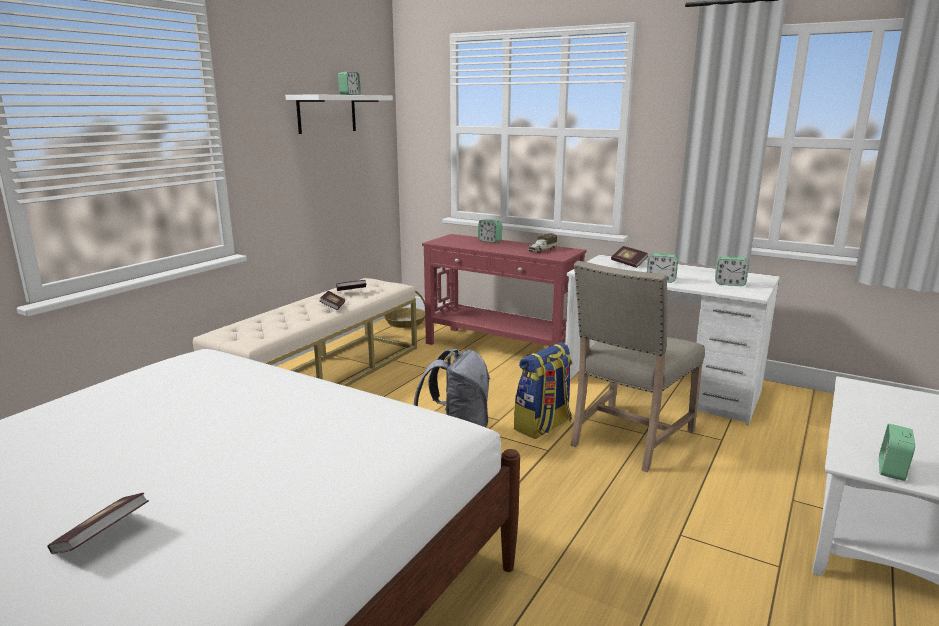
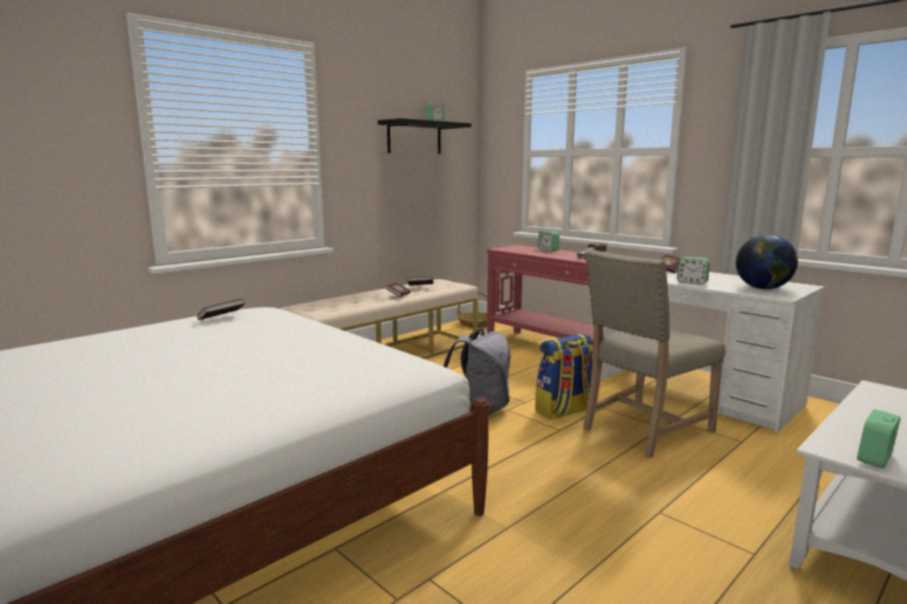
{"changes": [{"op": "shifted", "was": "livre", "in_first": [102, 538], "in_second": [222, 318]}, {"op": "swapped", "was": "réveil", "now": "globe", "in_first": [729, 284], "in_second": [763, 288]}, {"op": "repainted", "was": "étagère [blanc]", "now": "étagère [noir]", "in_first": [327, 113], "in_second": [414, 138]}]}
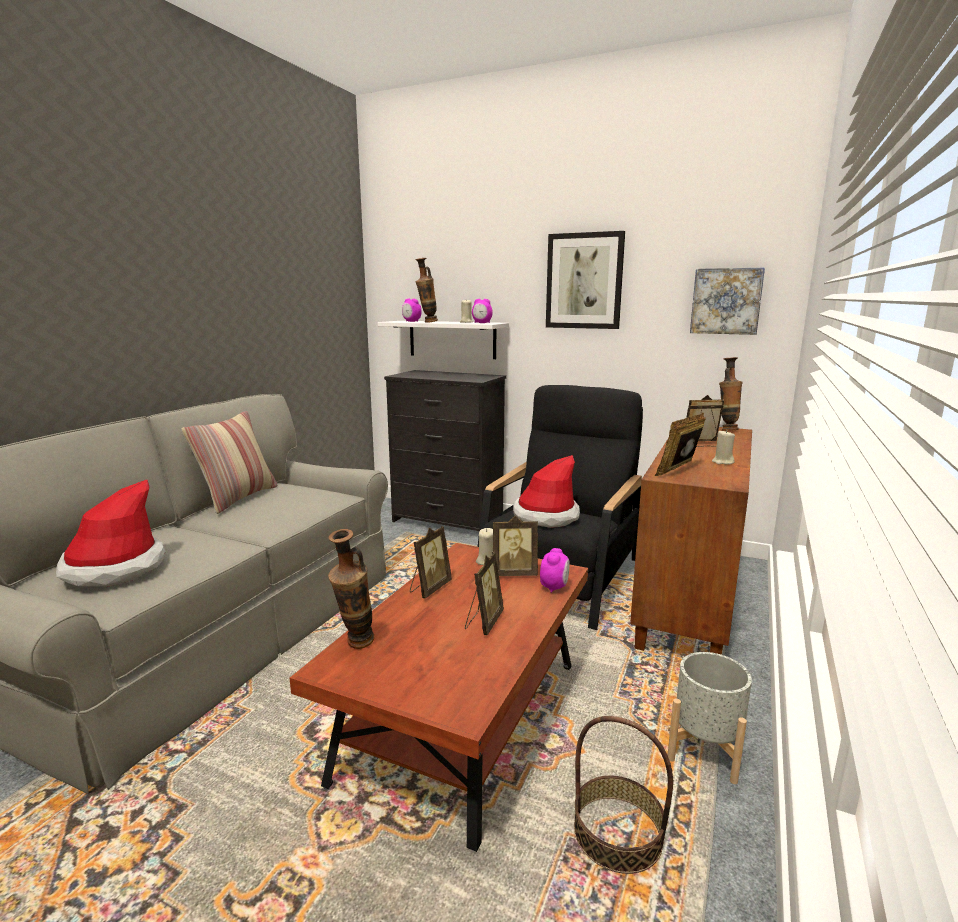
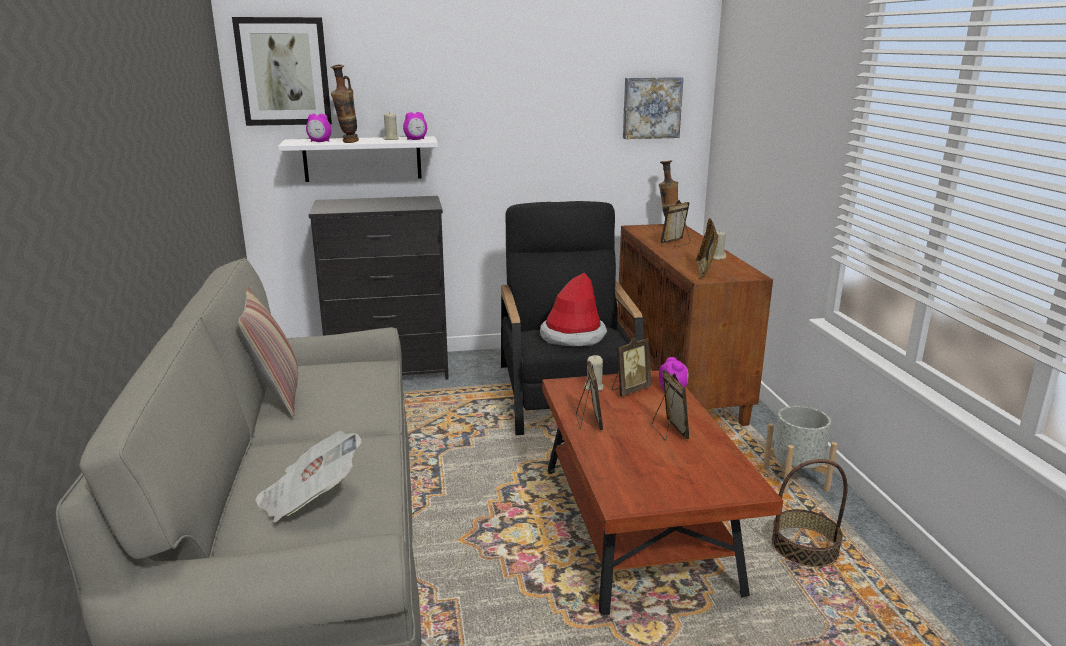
{"changes": [{"op": "gone", "was": "vase", "in_first": [355, 646]}, {"op": "shifted", "was": "tableau", "in_first": [584, 281], "in_second": [284, 72]}, {"op": "swapped", "was": "chapeau", "now": "journal", "in_first": [114, 568], "in_second": [310, 499]}]}
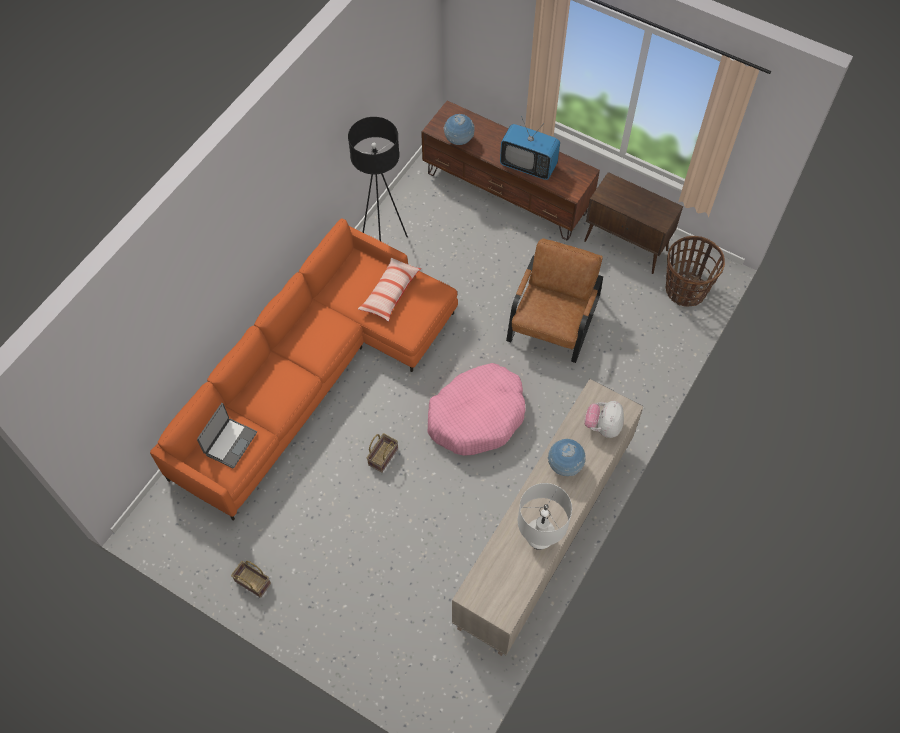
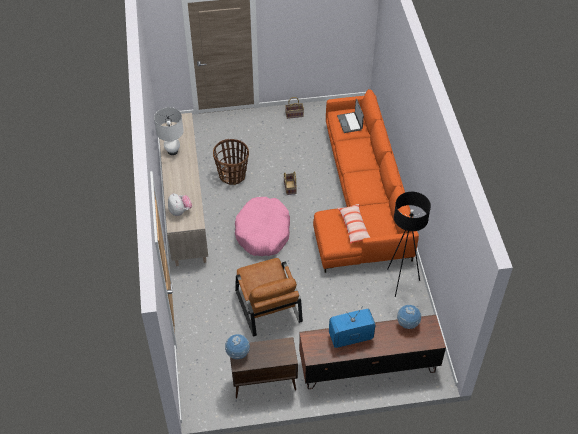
{"changes": [{"op": "shifted", "was": "globe", "in_first": [564, 466], "in_second": [238, 354]}, {"op": "shifted", "was": "panier", "in_first": [685, 290], "in_second": [232, 175]}]}
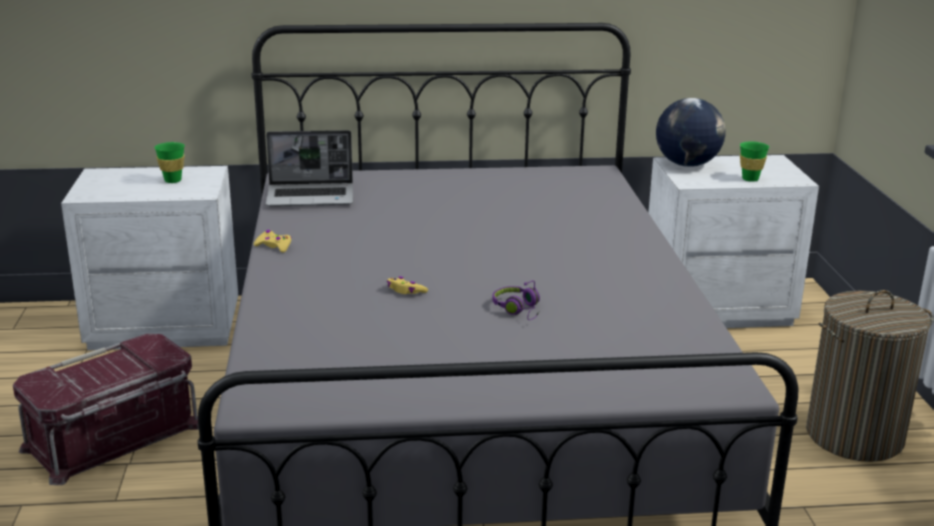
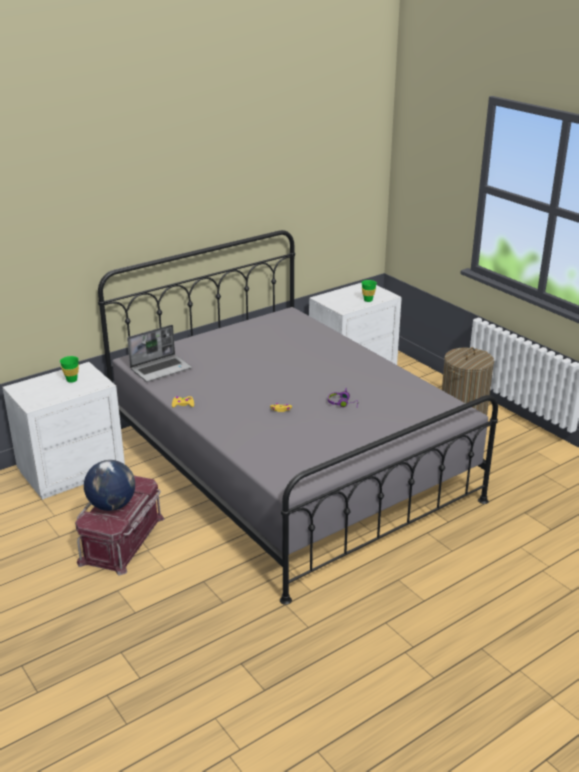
{"changes": [{"op": "shifted", "was": "globe", "in_first": [687, 164], "in_second": [112, 505]}]}
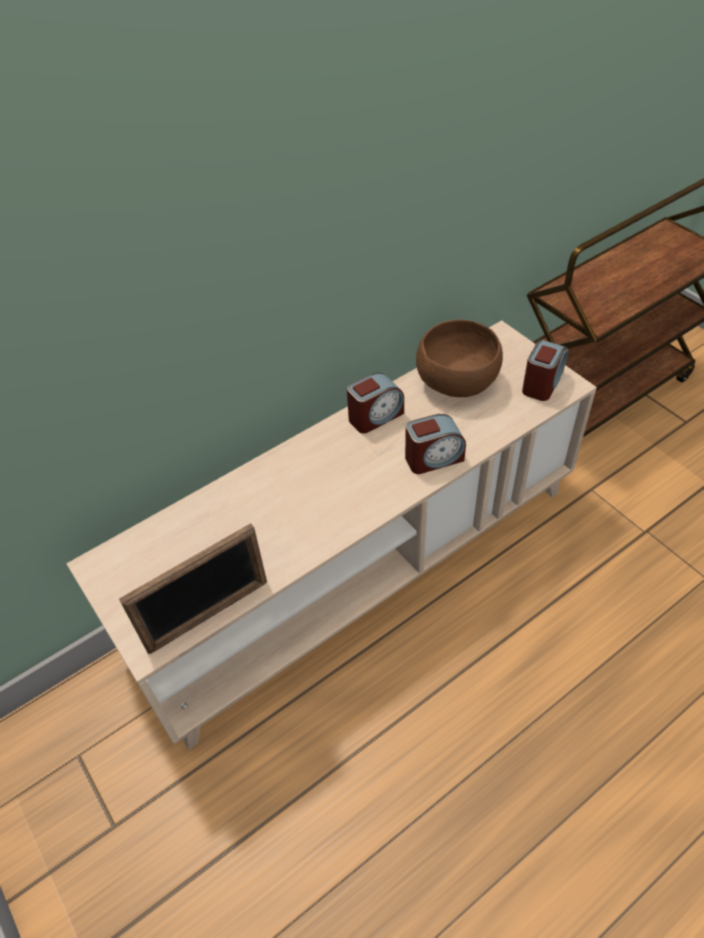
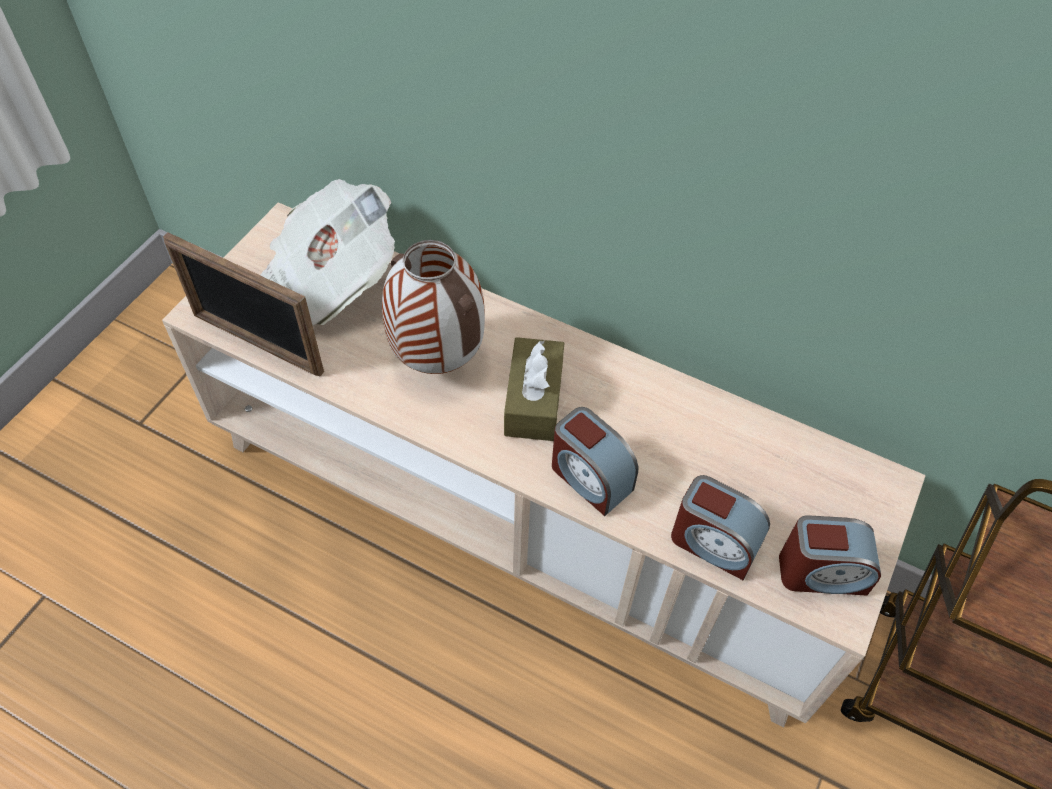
{"changes": [{"op": "gone", "was": "bol [marron]", "in_first": [456, 382]}, {"op": "new", "now": "journal", "in_second": [325, 284]}, {"op": "new", "now": "vase", "in_second": [436, 361]}, {"op": "new", "now": "boîte à mouchoirs [marron]", "in_second": [533, 400]}, {"op": "shifted", "was": "réveil", "in_first": [375, 416], "in_second": [713, 543]}]}
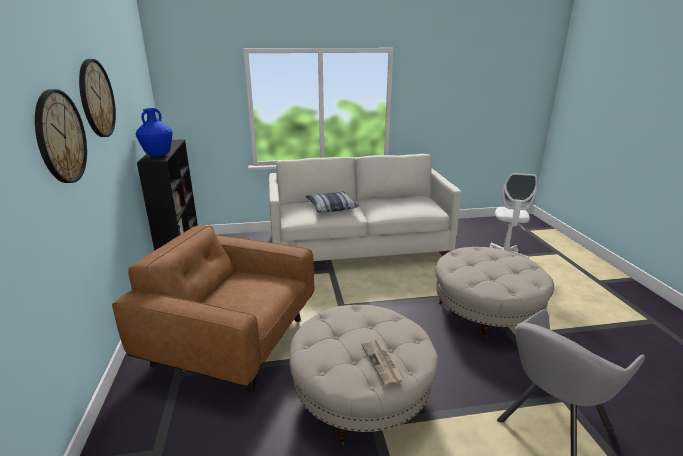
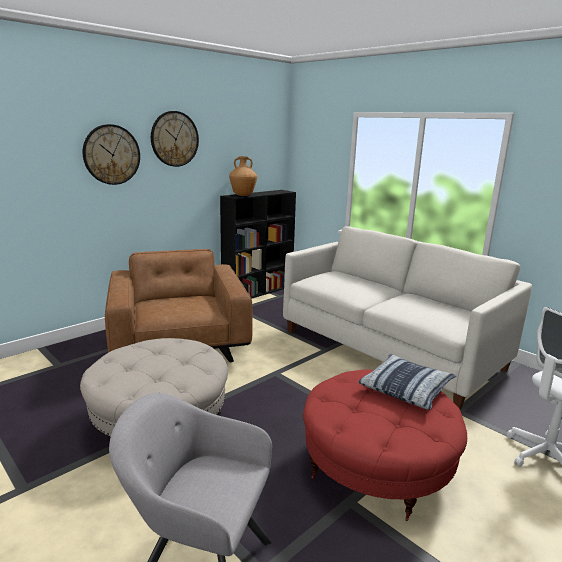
{"changes": [{"op": "gone", "was": "journal", "in_first": [382, 363]}, {"op": "shifted", "was": "coussin", "in_first": [331, 207], "in_second": [406, 388]}, {"op": "repainted", "was": "vase [bleu]", "now": "vase [marron]", "in_first": [158, 155], "in_second": [243, 195]}, {"op": "repainted", "was": "pouf [beige]", "now": "pouf [rouge]", "in_first": [486, 313], "in_second": [376, 467]}]}
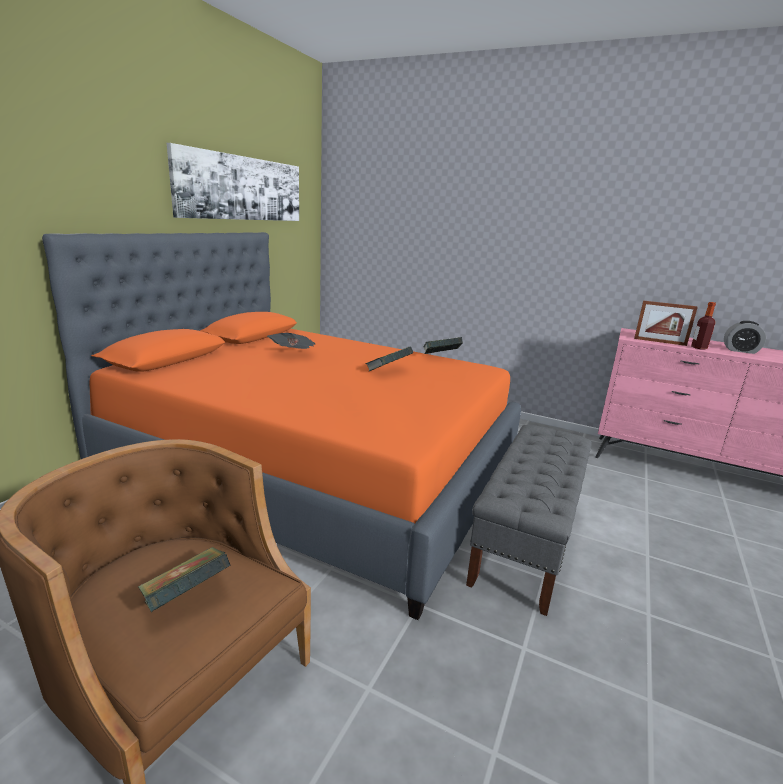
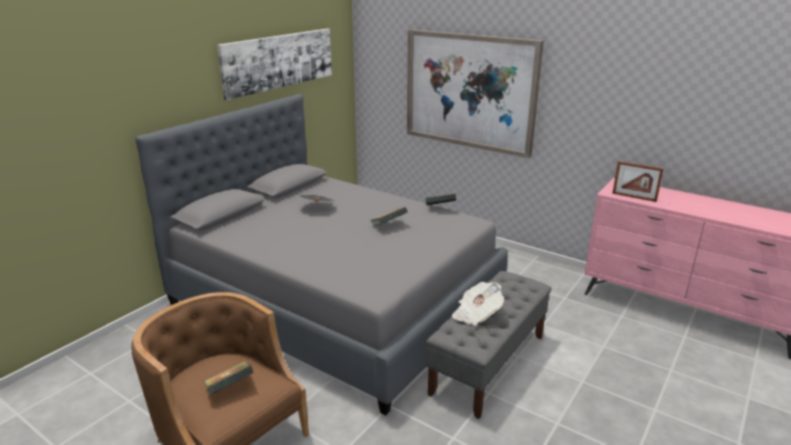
{"changes": [{"op": "gone", "was": "bouteille", "in_first": [699, 348]}, {"op": "gone", "was": "réveil", "in_first": [740, 351]}, {"op": "new", "now": "tableau", "in_second": [470, 91]}, {"op": "new", "now": "journal", "in_second": [476, 314]}, {"op": "repainted", "was": "lit [orange]", "now": "lit [gris]", "in_first": [315, 471], "in_second": [336, 301]}]}
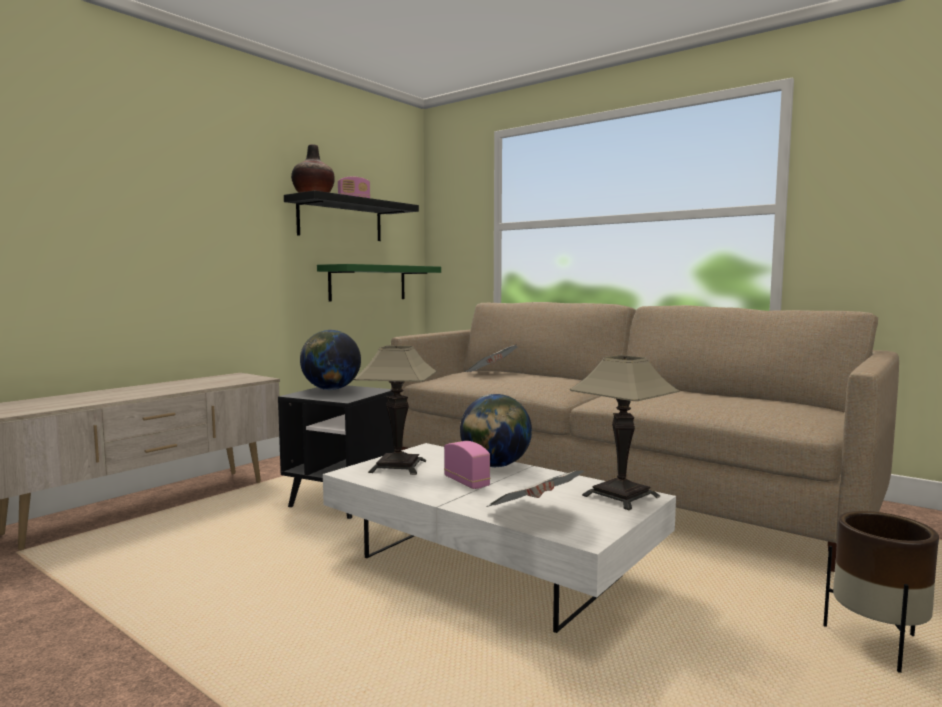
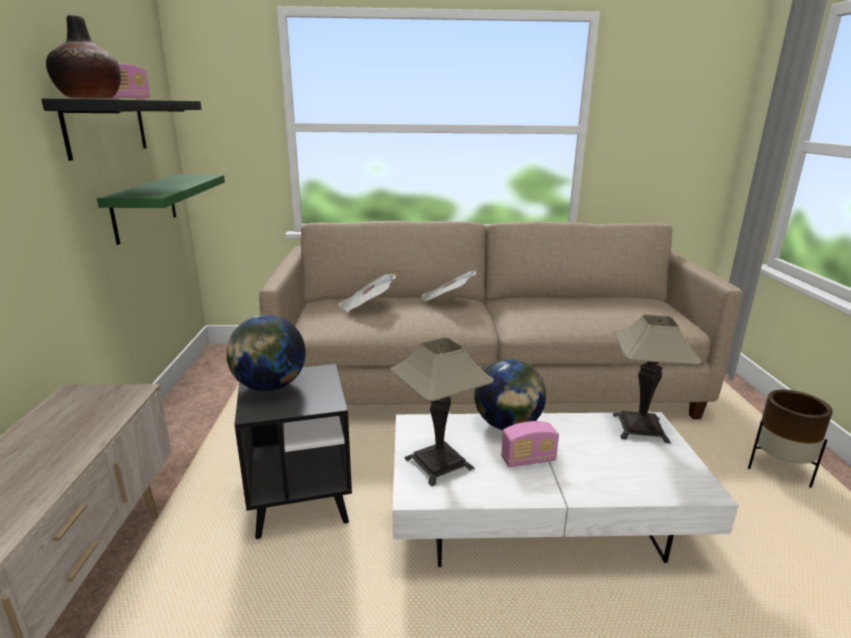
{"changes": [{"op": "shifted", "was": "journal", "in_first": [533, 514], "in_second": [446, 301]}, {"op": "rotated", "was": "radio", "in_first": [466, 482], "in_second": [528, 460], "clockwise": 150}]}
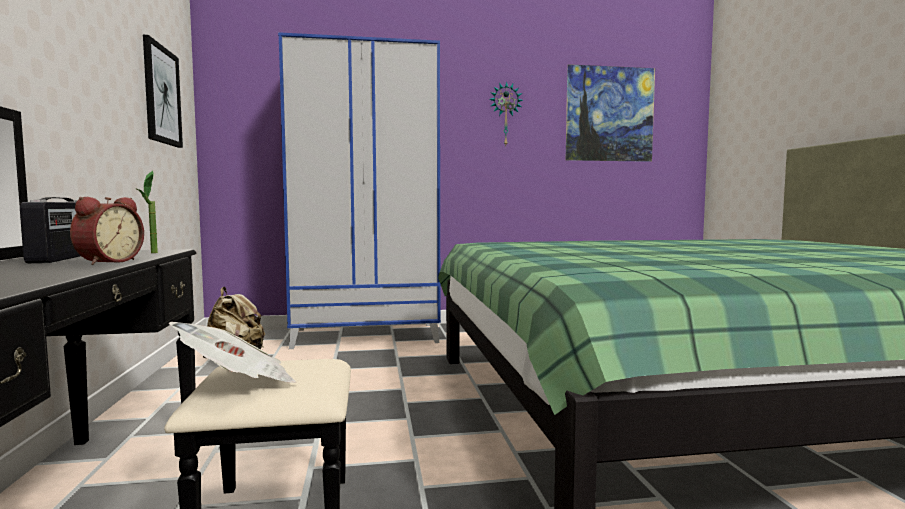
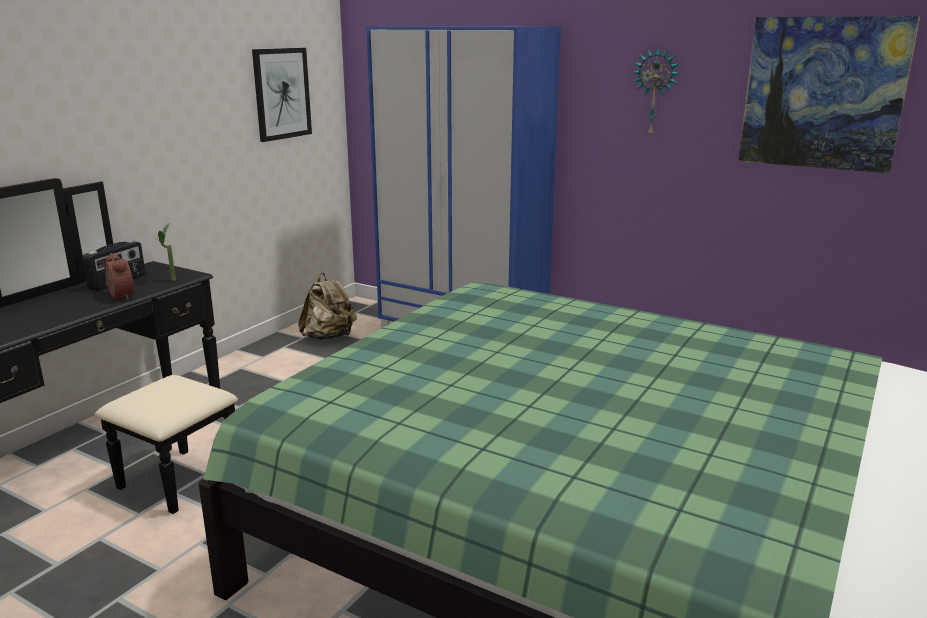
{"changes": [{"op": "gone", "was": "journal", "in_first": [238, 382]}, {"op": "rotated", "was": "réveil", "in_first": [107, 262], "in_second": [119, 296], "clockwise": -90}]}
